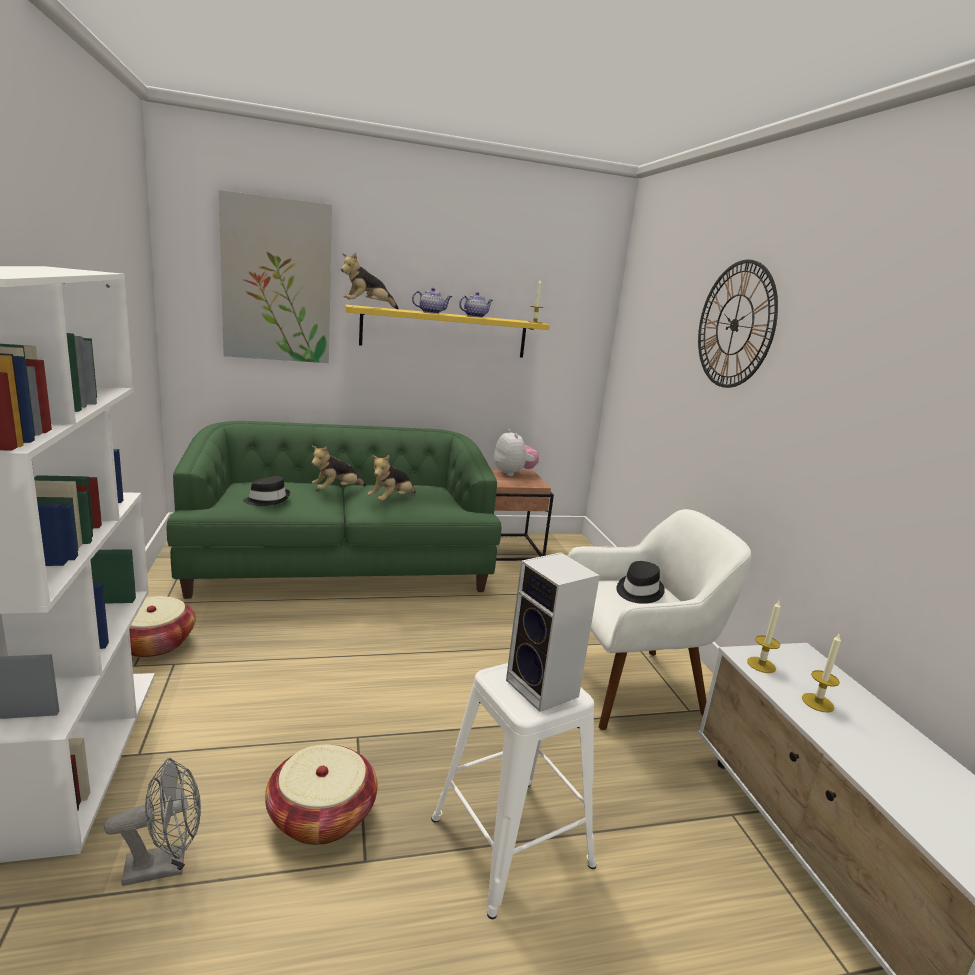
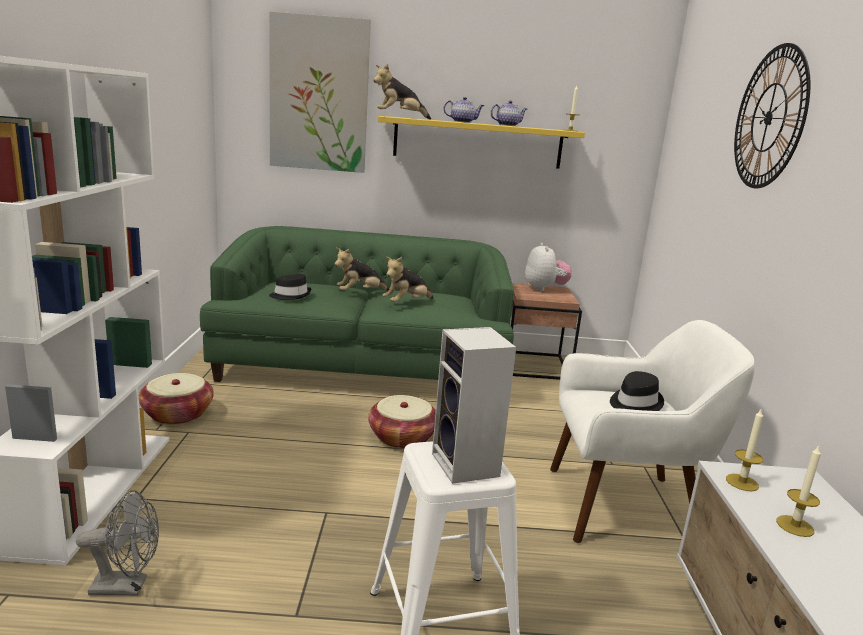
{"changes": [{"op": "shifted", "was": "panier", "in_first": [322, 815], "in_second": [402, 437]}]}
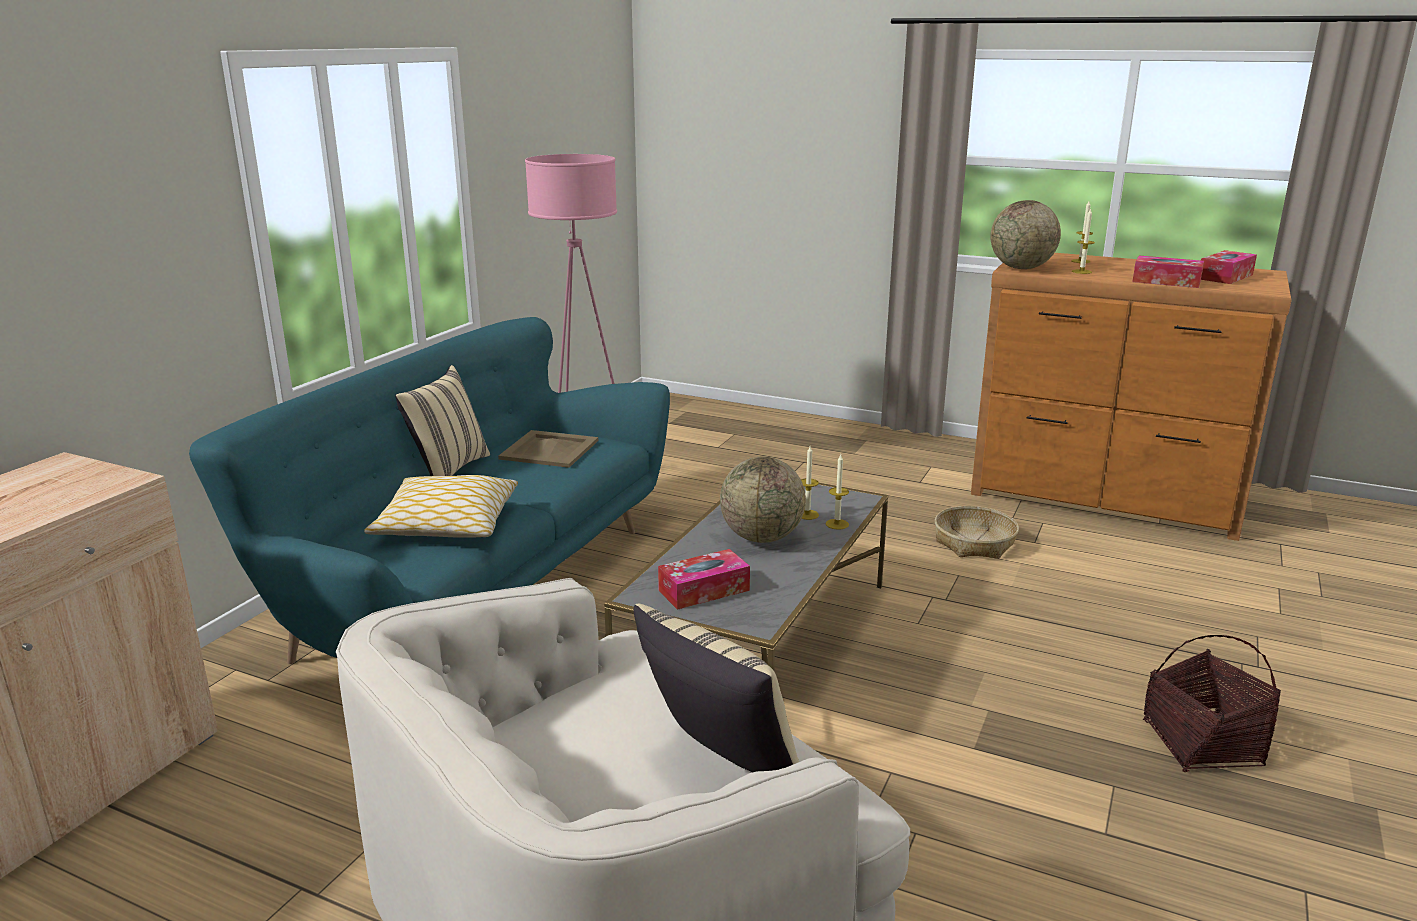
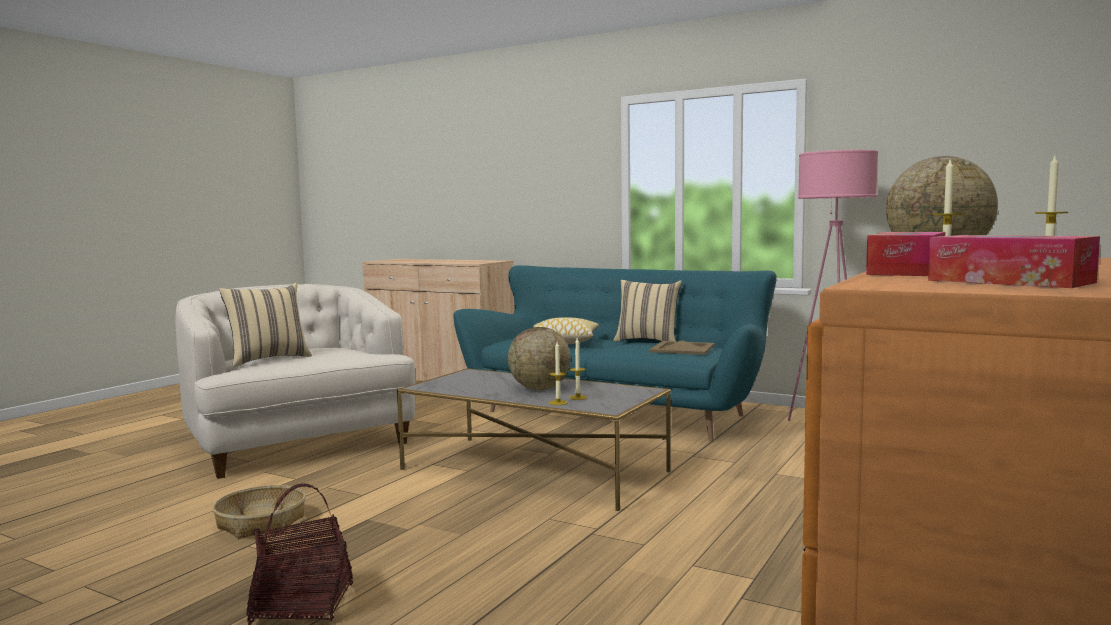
{"changes": [{"op": "gone", "was": "boîte à mouchoirs", "in_first": [704, 590]}, {"op": "shifted", "was": "panier", "in_first": [973, 543], "in_second": [261, 523]}]}
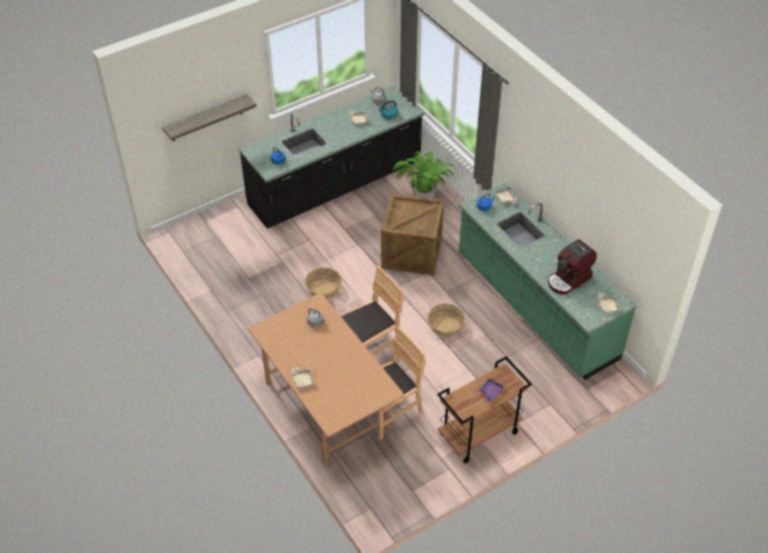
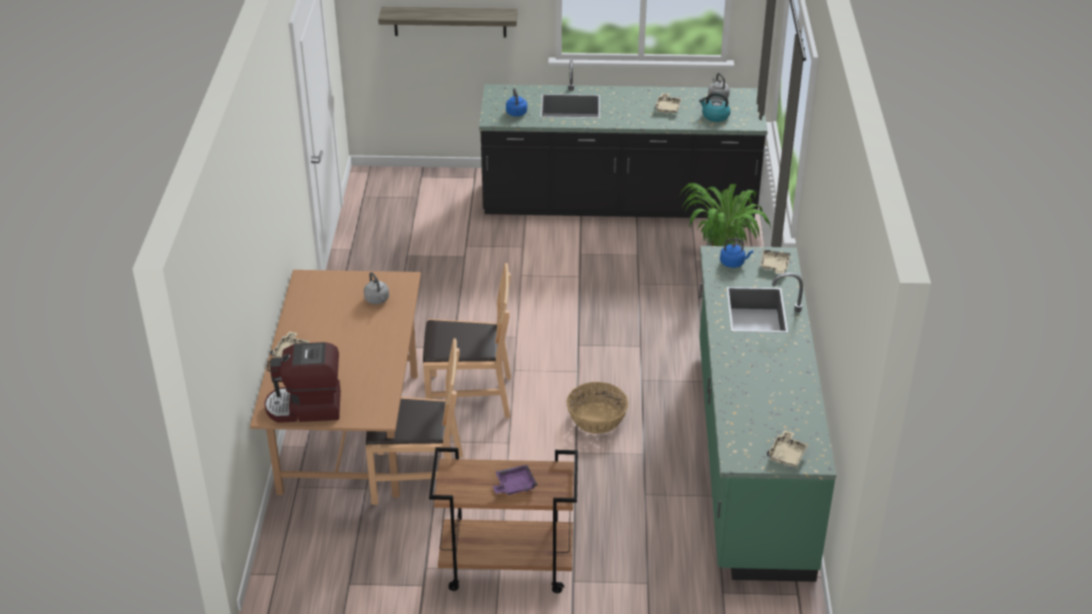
{"changes": [{"op": "gone", "was": "panier", "in_first": [323, 289]}, {"op": "gone", "was": "caisse", "in_first": [412, 252]}, {"op": "shifted", "was": "machine à café", "in_first": [569, 280], "in_second": [306, 408]}]}
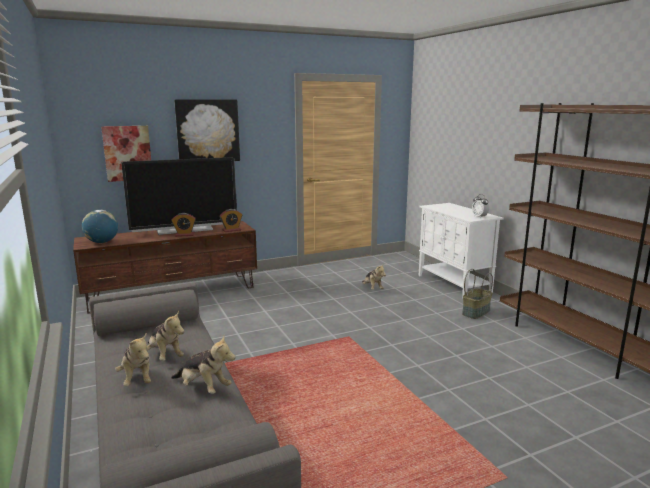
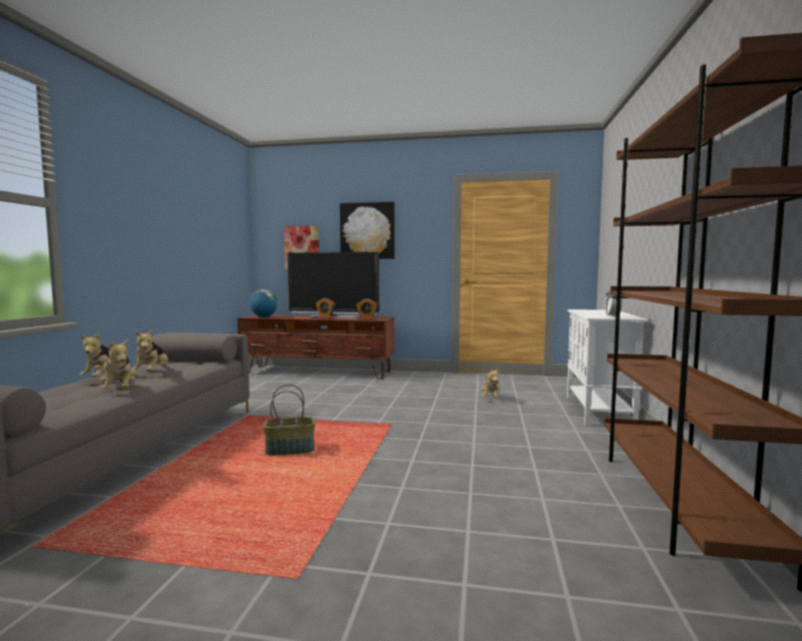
{"changes": [{"op": "shifted", "was": "panier", "in_first": [475, 312], "in_second": [290, 450]}]}
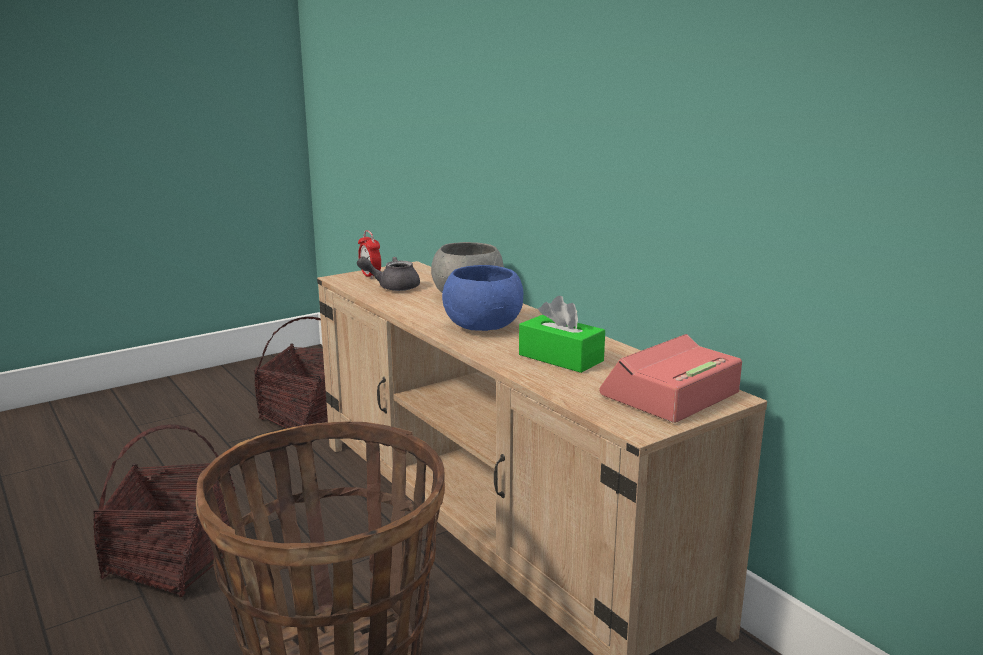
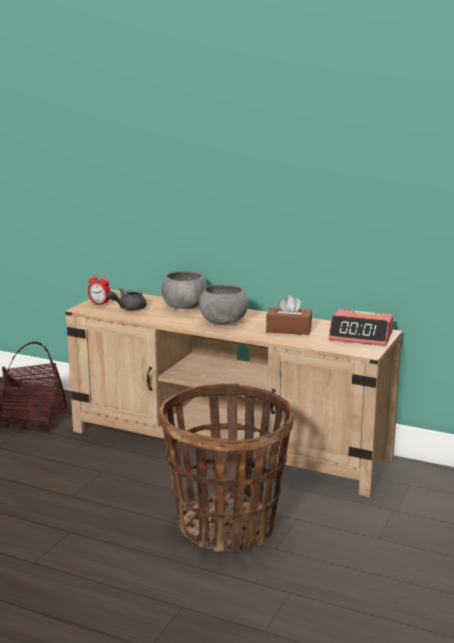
{"changes": [{"op": "gone", "was": "panier", "in_first": [175, 561]}, {"op": "repainted", "was": "bol [bleu]", "now": "bol [gris]", "in_first": [482, 327], "in_second": [223, 322]}, {"op": "repainted", "was": "boîte à mouchoirs [vert]", "now": "boîte à mouchoirs [marron]", "in_first": [560, 358], "in_second": [288, 330]}, {"op": "rotated", "was": "réveil", "in_first": [669, 395], "in_second": [361, 336], "clockwise": -90}]}
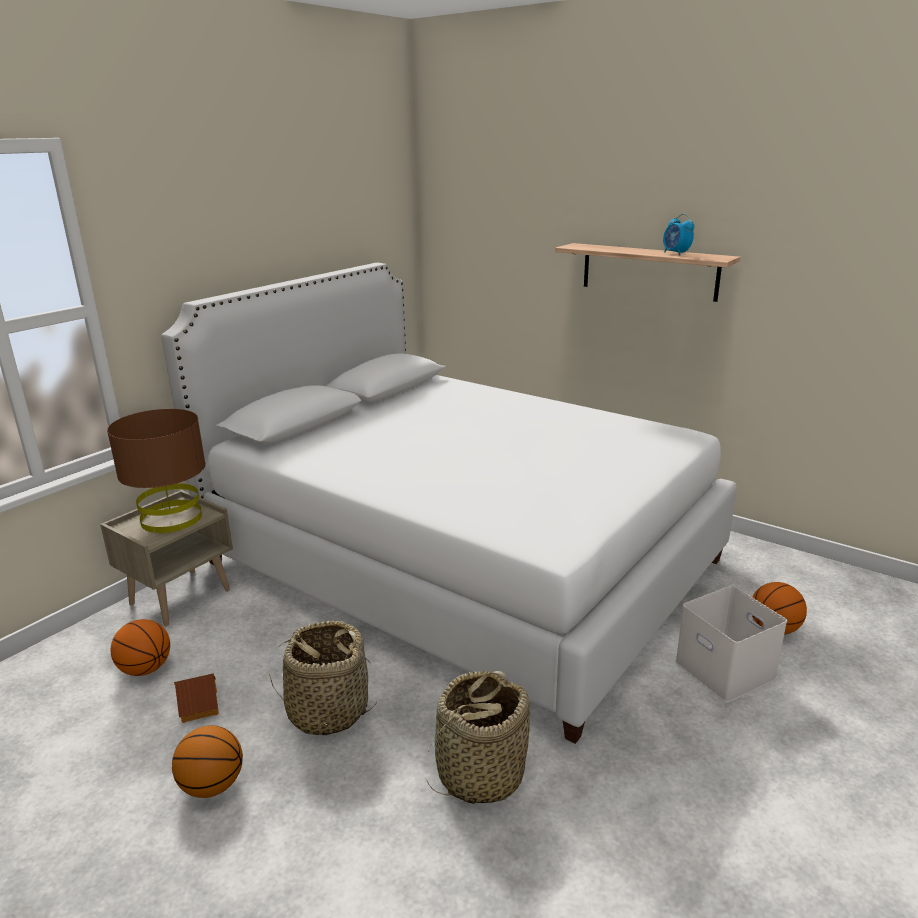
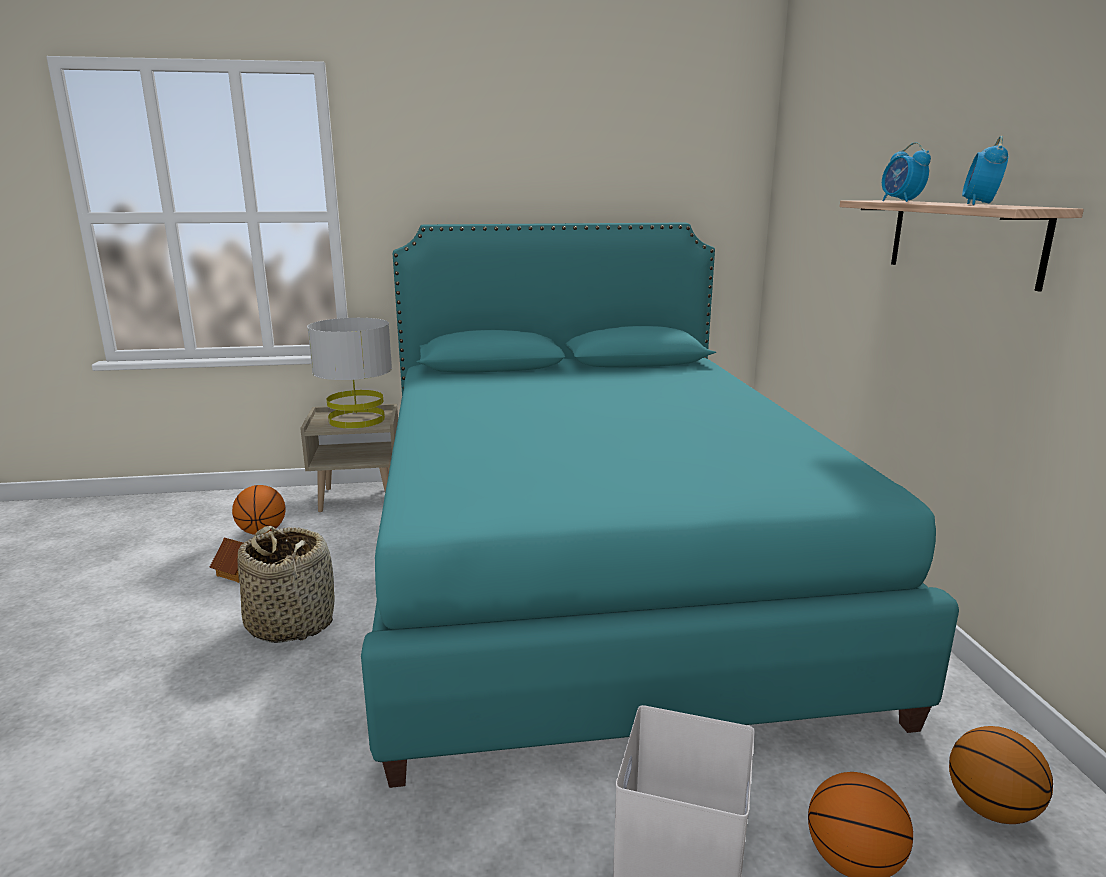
{"changes": [{"op": "gone", "was": "panier", "in_first": [479, 773]}, {"op": "new", "now": "réveil", "in_second": [900, 201]}, {"op": "shifted", "was": "ballon de basket", "in_first": [212, 785], "in_second": [990, 808]}, {"op": "repainted", "was": "lampe de table [marron]", "now": "lampe de table [gris]", "in_first": [171, 518], "in_second": [357, 419]}, {"op": "repainted", "was": "lit [blanc]", "now": "lit [turquoise]", "in_first": [461, 562], "in_second": [593, 572]}]}
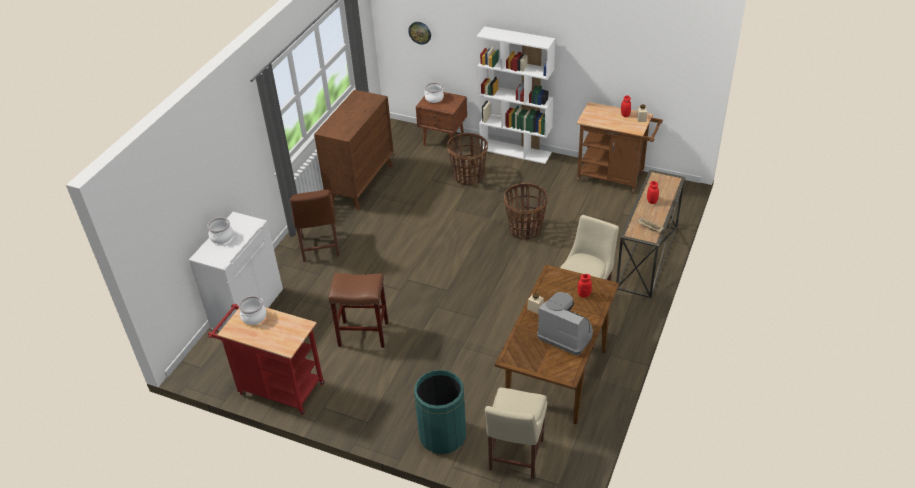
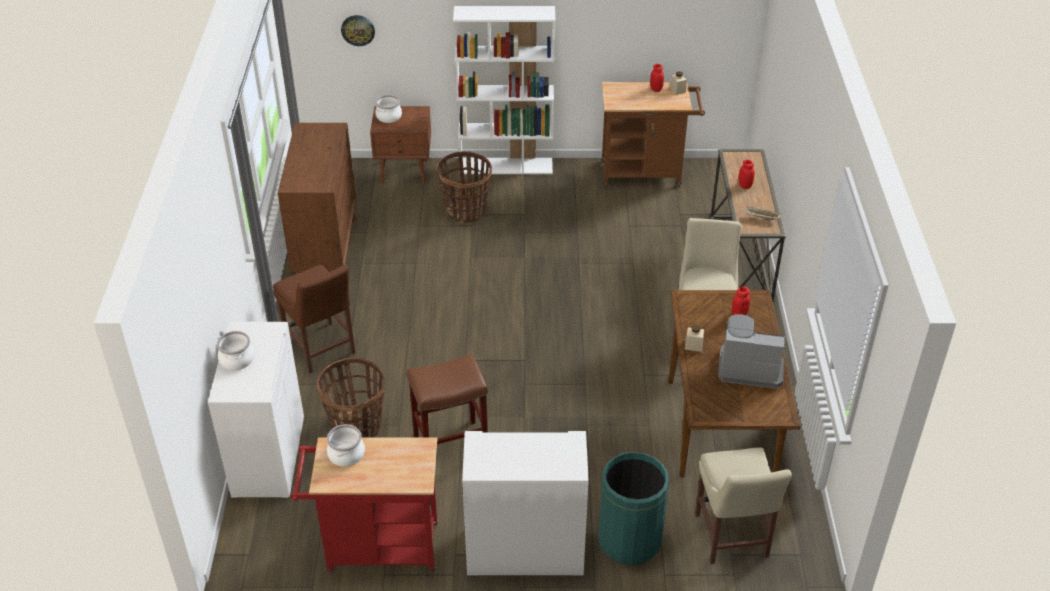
{"changes": [{"op": "new", "now": "meuble de rangement [blanc]", "in_second": [524, 552]}, {"op": "shifted", "was": "panier", "in_first": [525, 229], "in_second": [357, 427]}]}
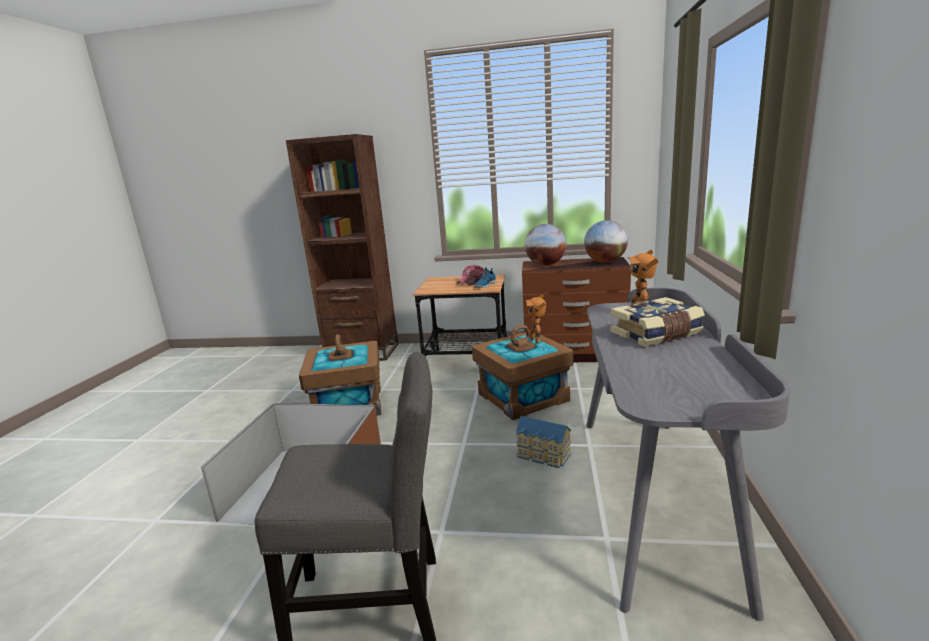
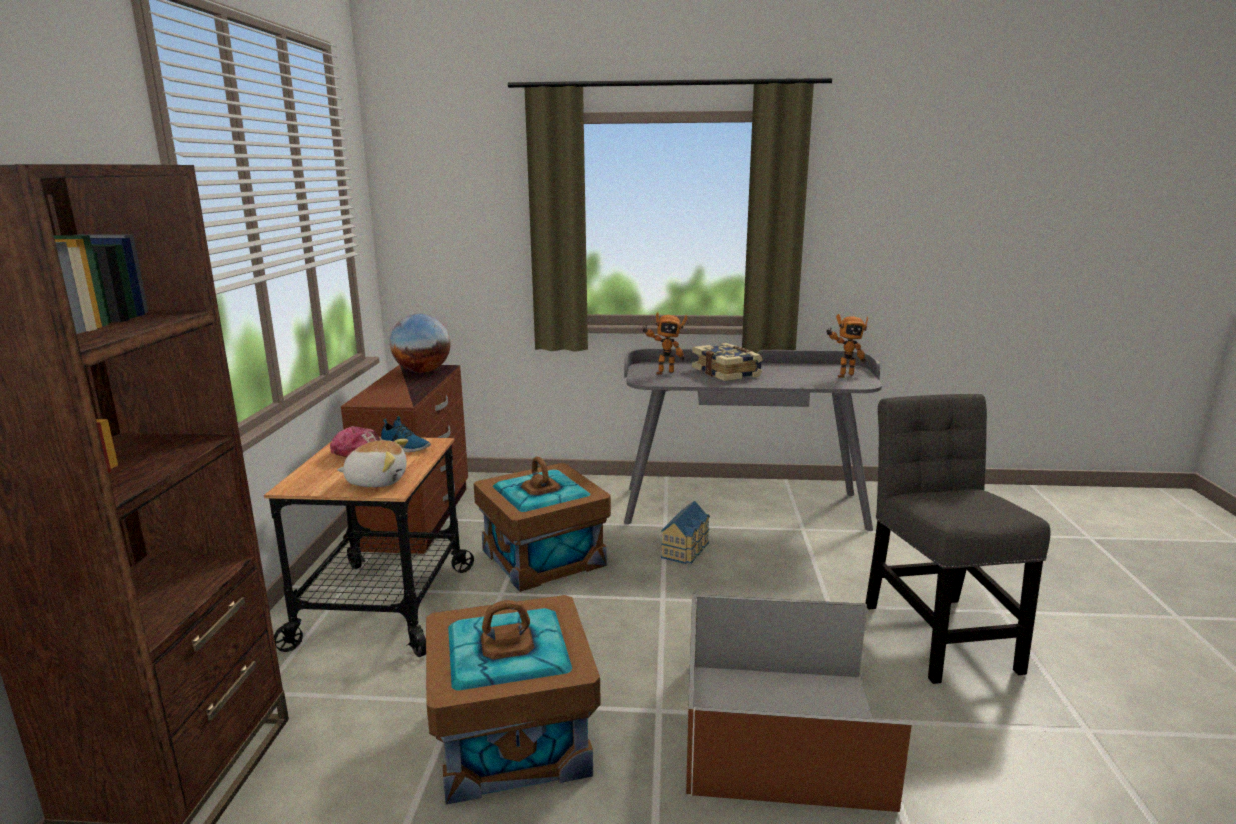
{"changes": [{"op": "gone", "was": "globe", "in_first": [546, 265]}, {"op": "new", "now": "peluche", "in_second": [377, 481]}, {"op": "shifted", "was": "robot jouet", "in_first": [536, 340], "in_second": [843, 375]}]}
